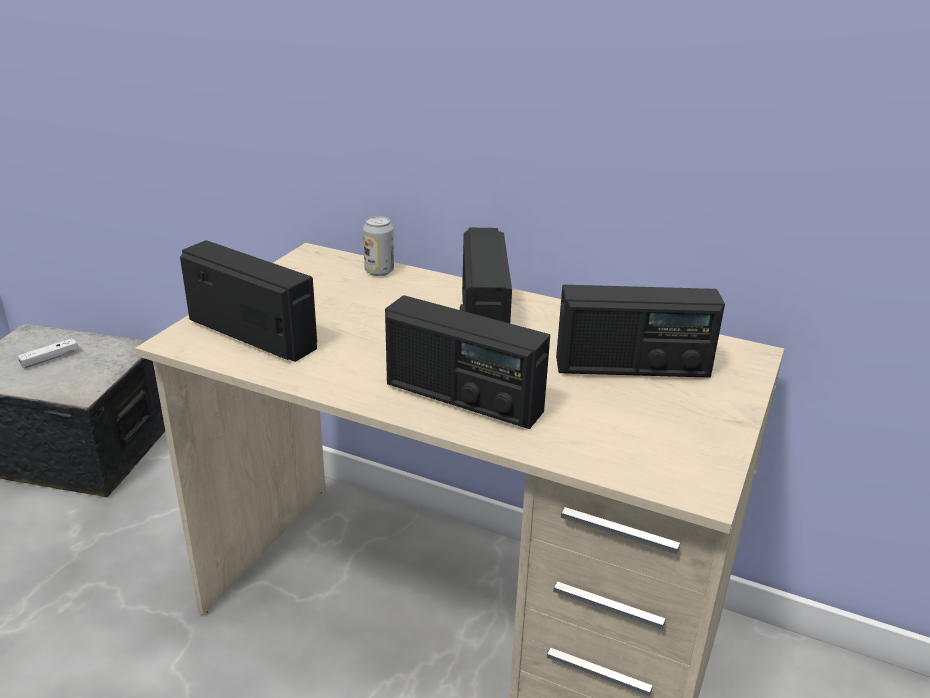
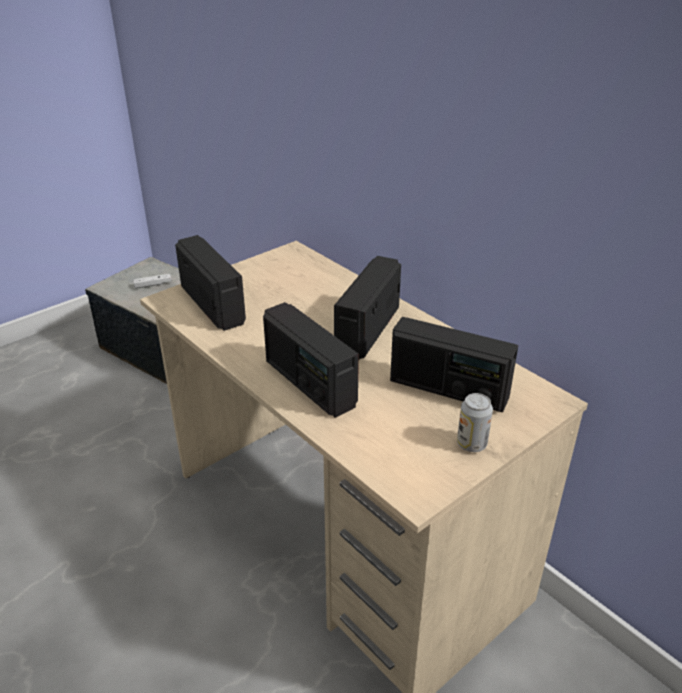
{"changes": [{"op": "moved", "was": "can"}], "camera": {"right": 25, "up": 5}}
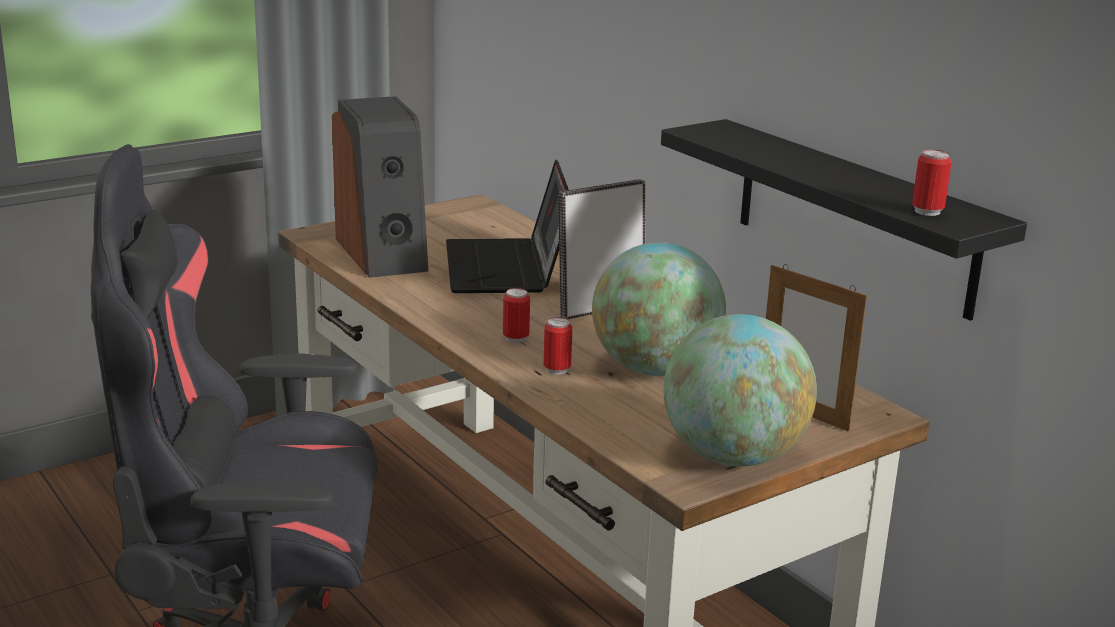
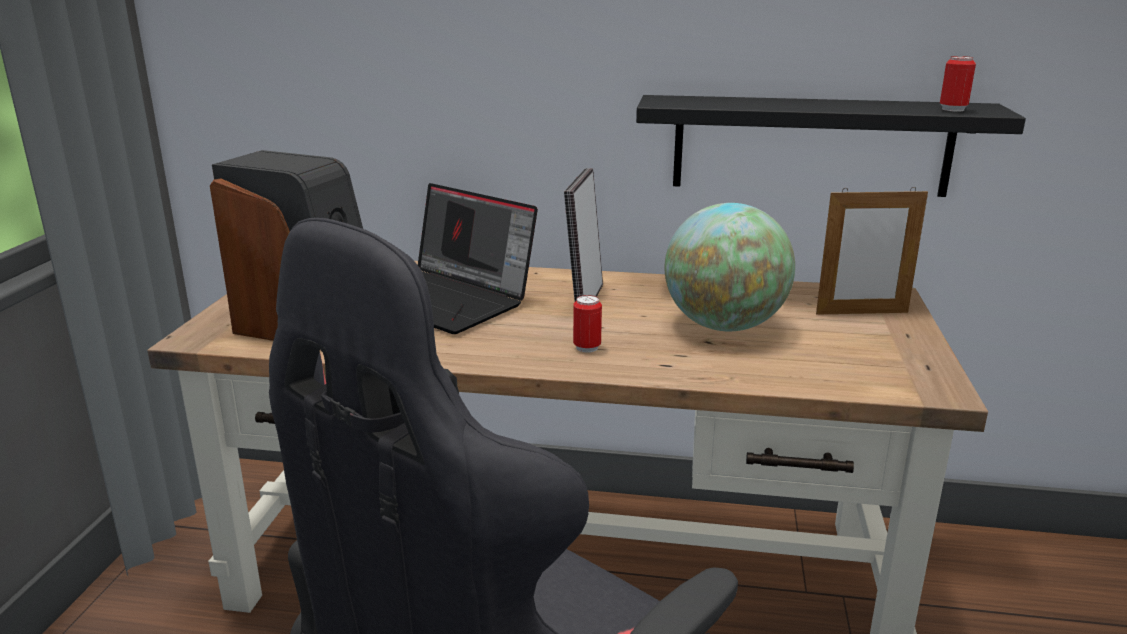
{"changes": [{"op": "removed", "was": "can (2nd from left)"}, {"op": "removed", "was": "globe (2nd from left)"}], "camera": {"right": -45, "up": 0}}
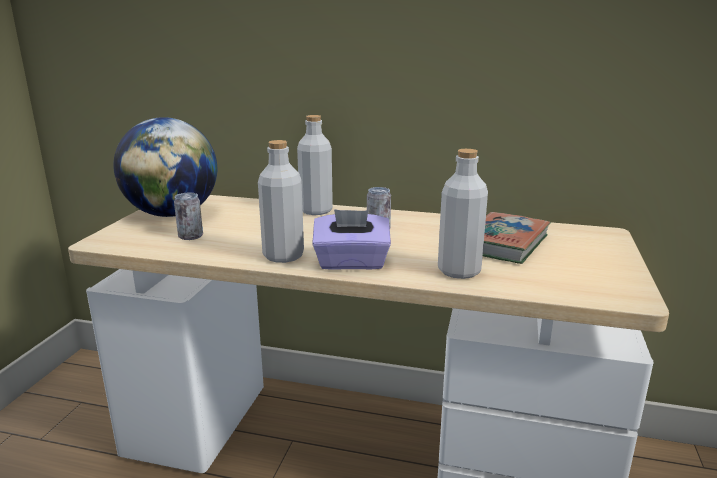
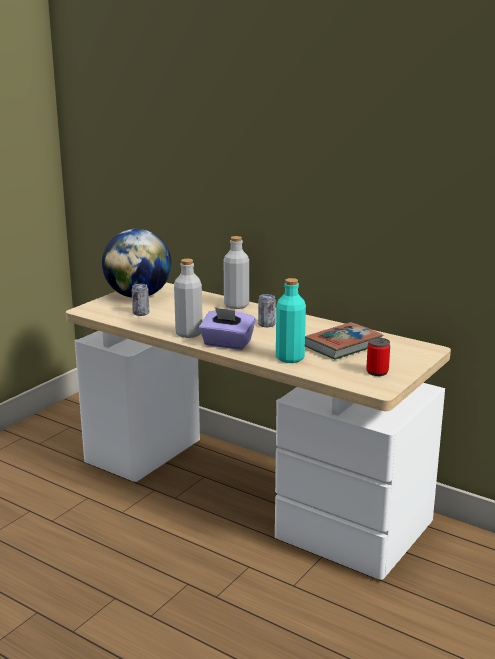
{"changes": [{"op": "added", "now": "can (3rd from left)"}, {"op": "recoloured", "was": "grey bottle (3rd from left)", "now": "turquoise bottle"}], "camera": {"right": 20, "up": 0}}
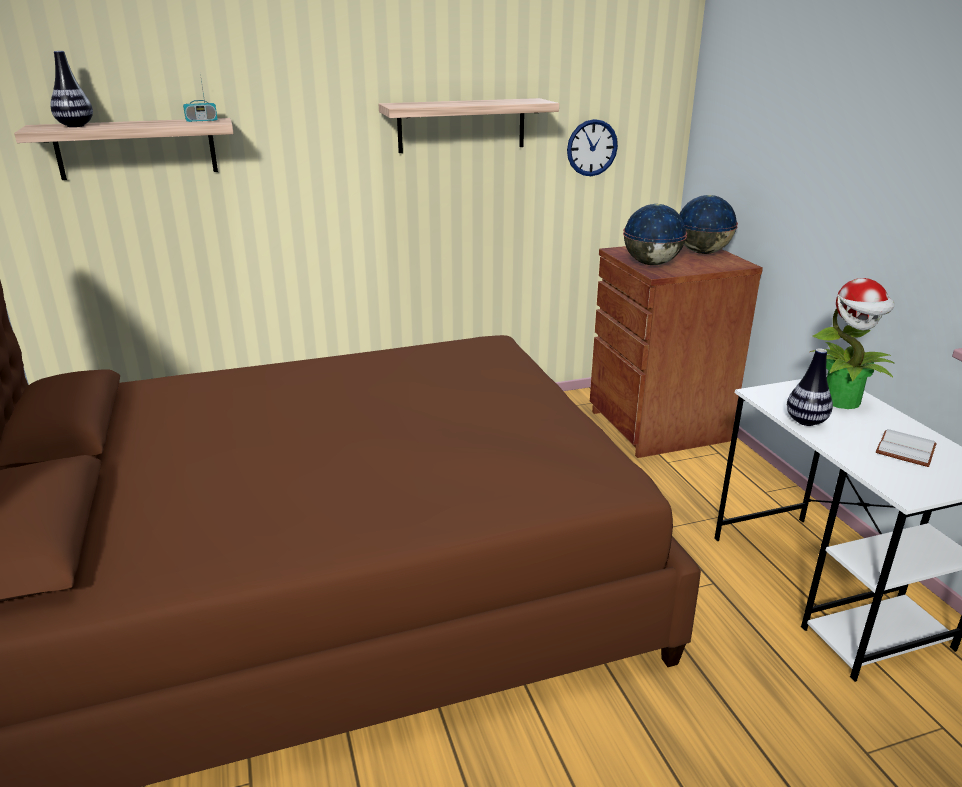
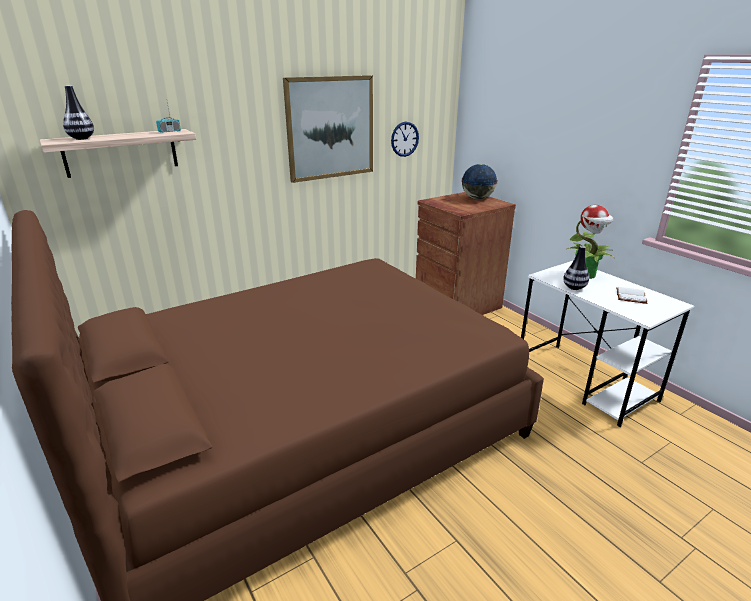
{"changes": [{"op": "removed", "was": "globe (1st from left)"}, {"op": "replaced", "was": "shelf (2nd from left)", "now": "picture"}], "camera": {"right": -15, "up": 0}}
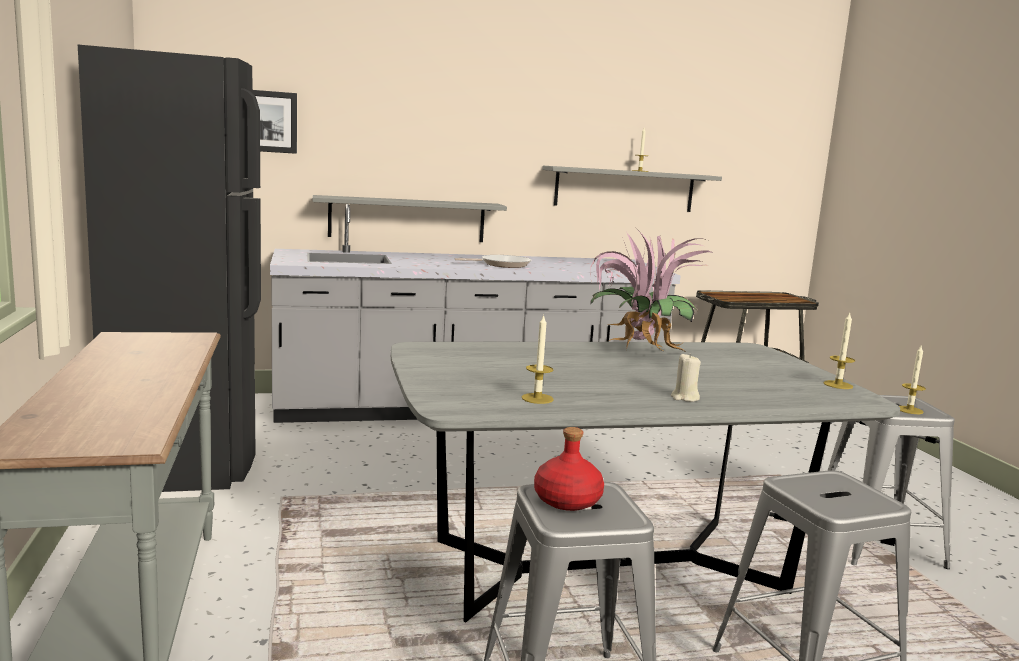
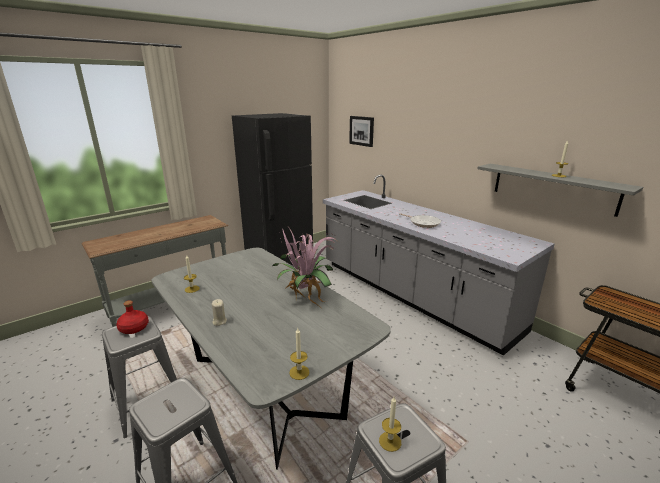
{"changes": [{"op": "removed", "was": "grey shelf (1st from left)"}], "camera": {"right": 65, "up": 10}}
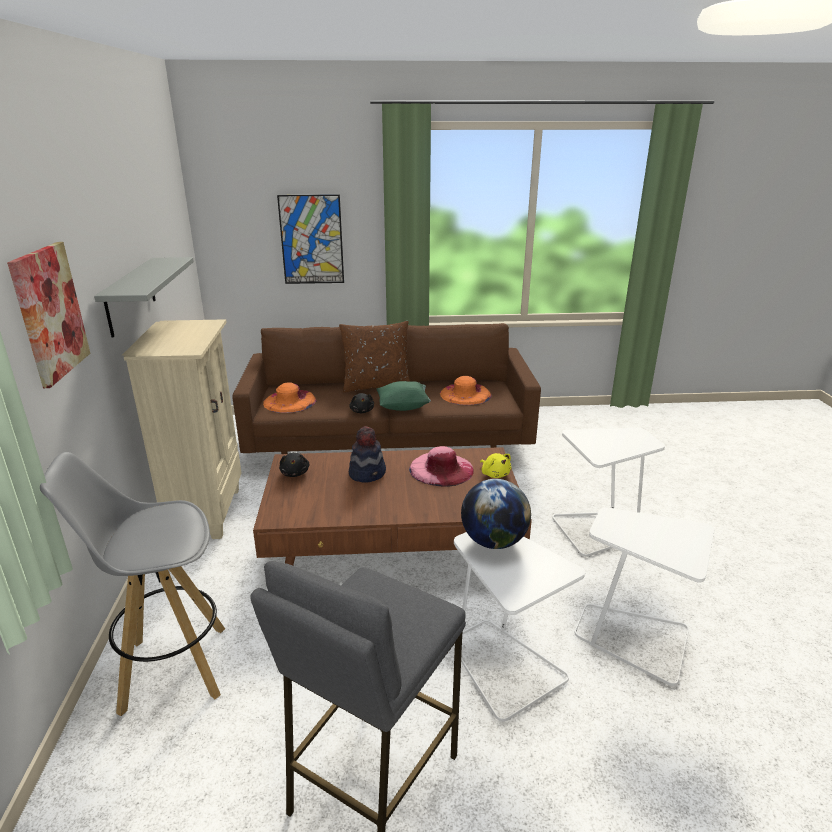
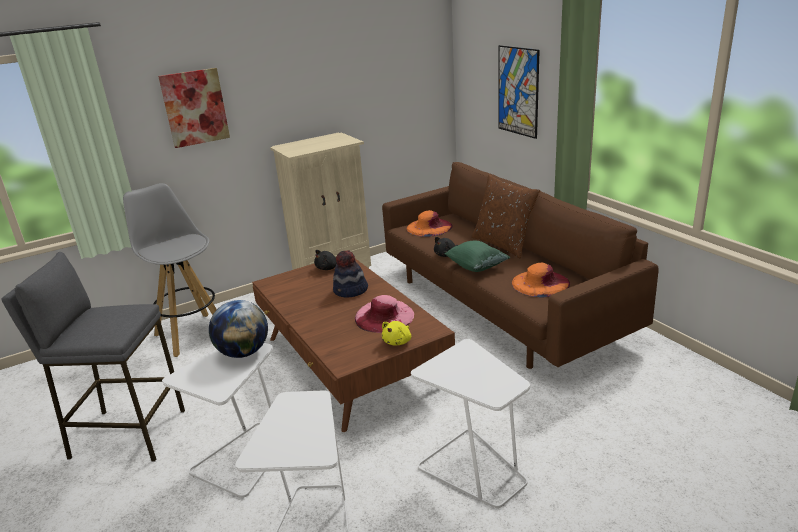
{"changes": [{"op": "removed", "was": "grey shelf"}], "camera": {"right": 65, "up": 0}}
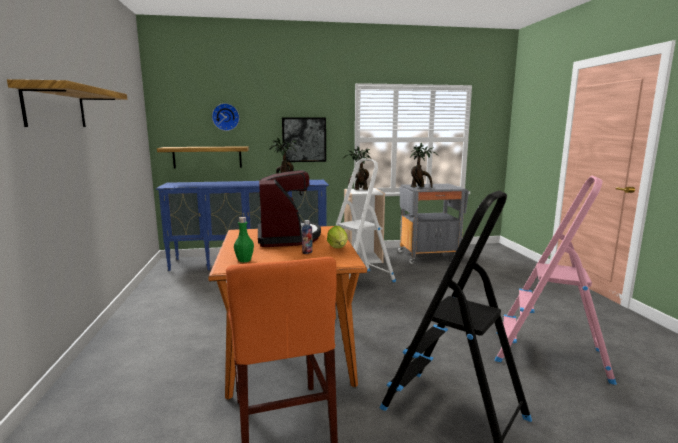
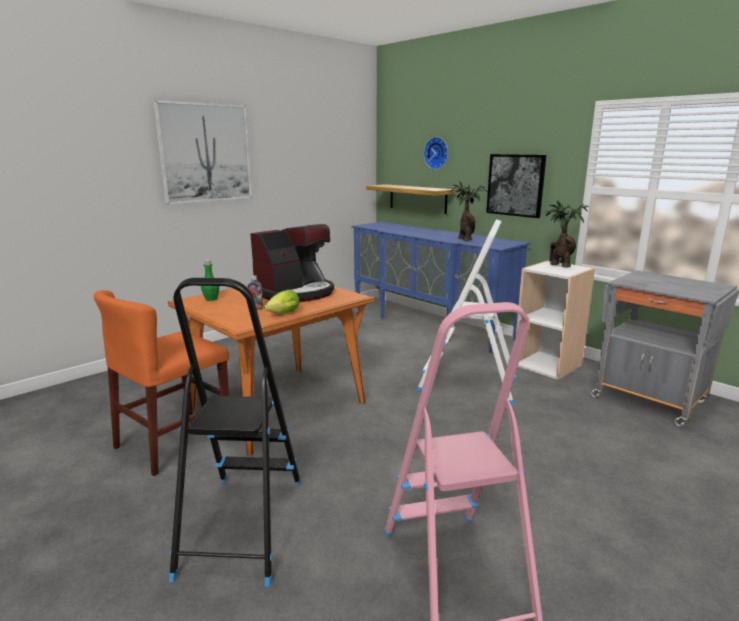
{"changes": [{"op": "removed", "was": "potted plant (3rd from left)"}, {"op": "replaced", "was": "shelf (1st from left)", "now": "picture (1st from left)"}], "camera": {"right": 55, "up": 5}}
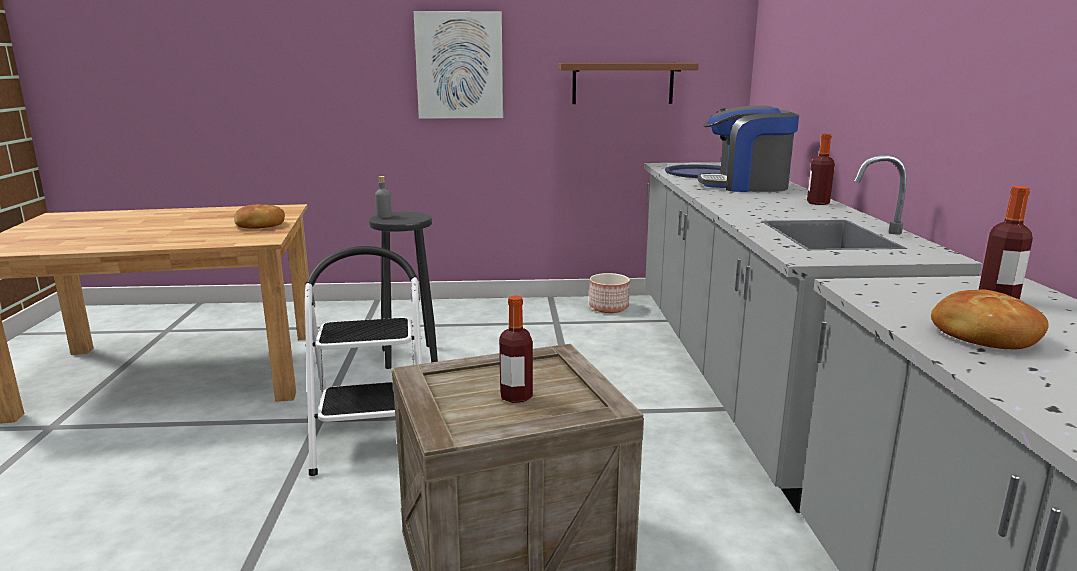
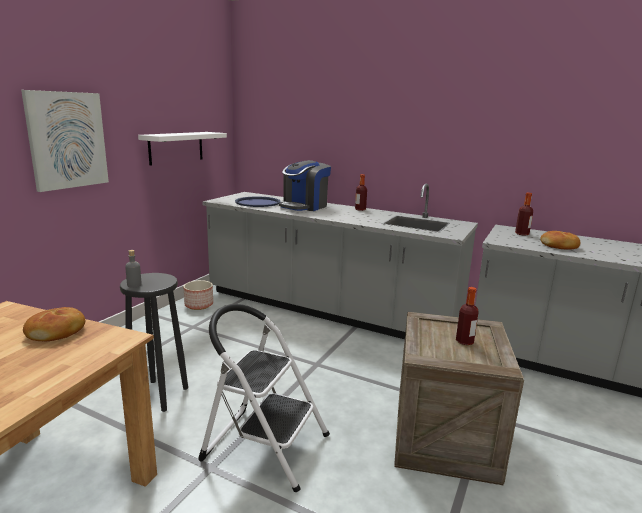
{"changes": [{"op": "recoloured", "was": "brown shelf", "now": "white shelf"}], "camera": {"right": -60, "up": 0}}
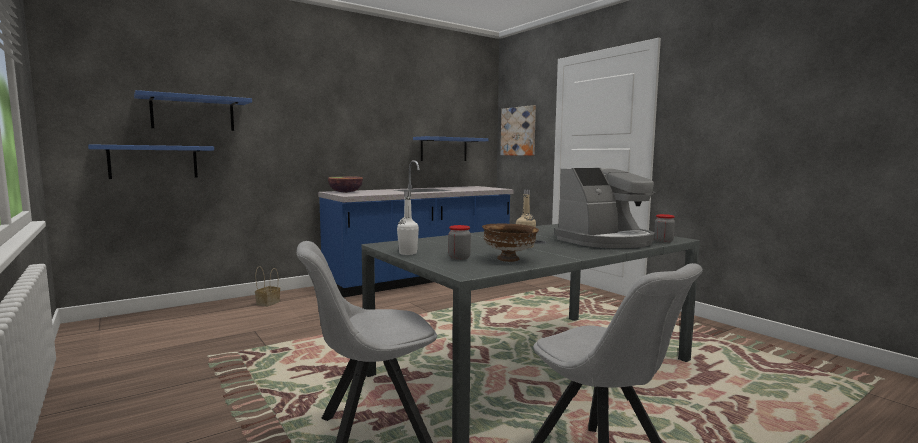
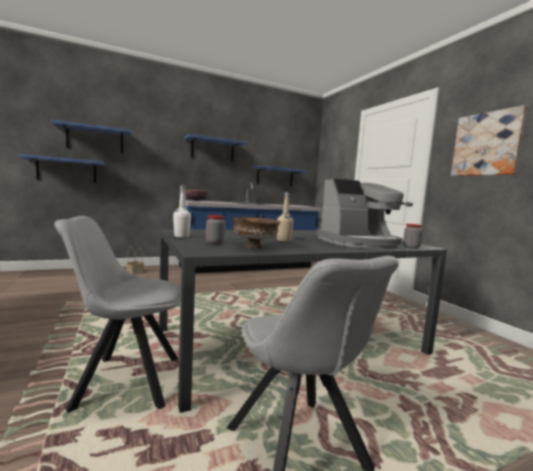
{"changes": [{"op": "added", "now": "blue shelf (3rd from left)"}, {"op": "moved", "was": "picture"}], "camera": {"right": 10, "up": 0}}
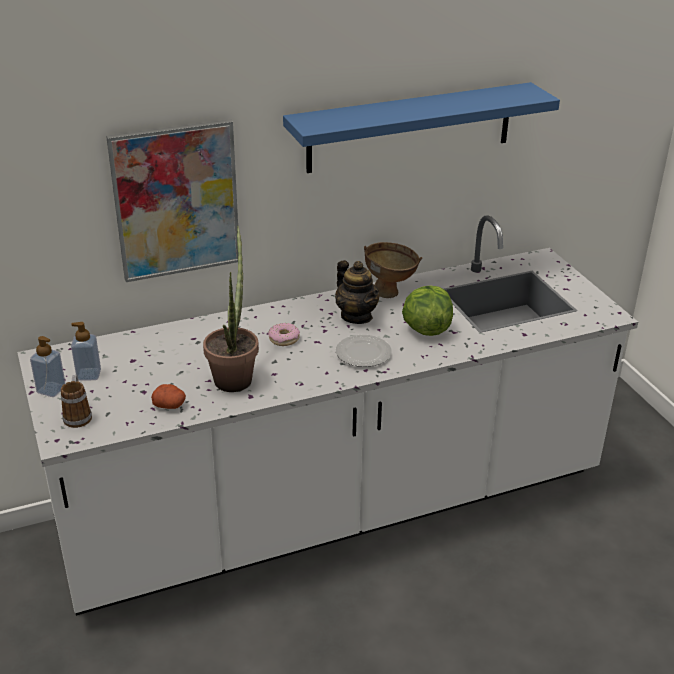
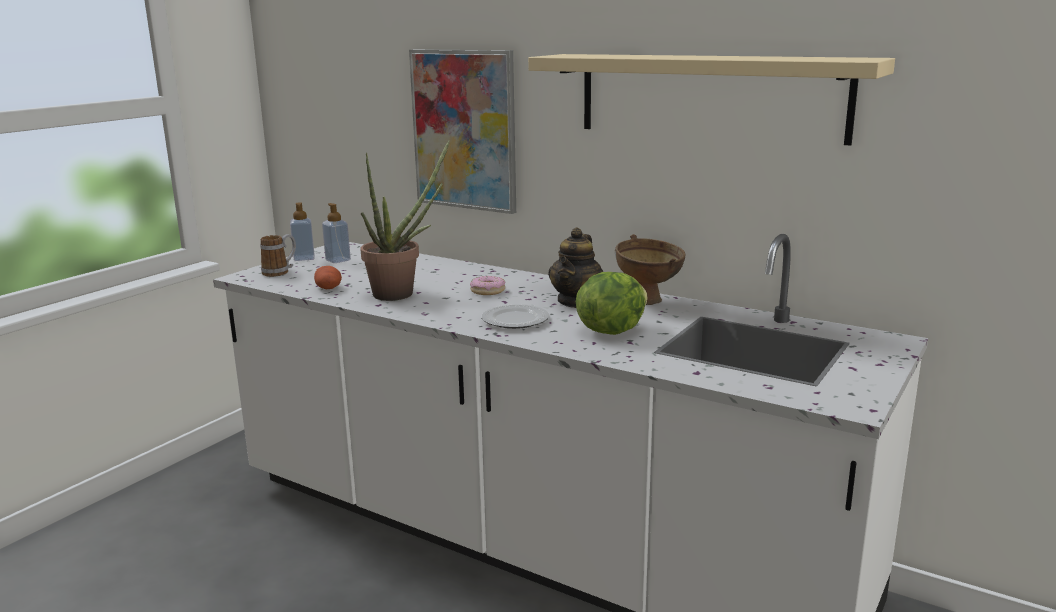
{"changes": [{"op": "recoloured", "was": "blue shelf", "now": "beige shelf"}], "camera": {"right": 55, "up": -15}}
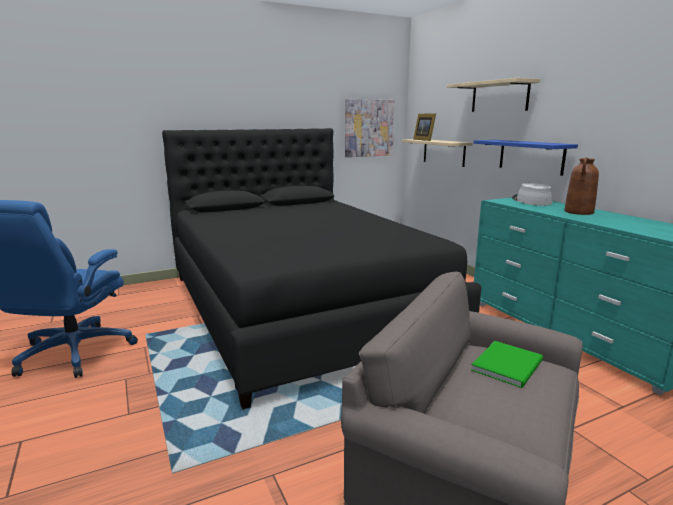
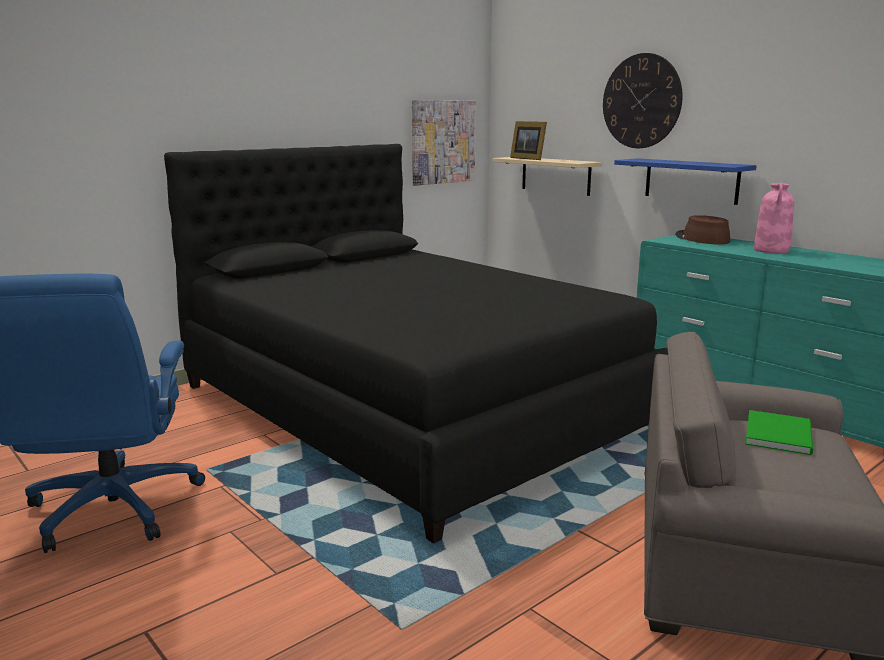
{"changes": [{"op": "replaced", "was": "beige shelf (2nd from left)", "now": "wall clock"}, {"op": "recoloured", "was": "grey hat", "now": "brown hat"}, {"op": "recoloured", "was": "brown vase", "now": "pink vase"}], "camera": {"right": -15, "up": 0}}
